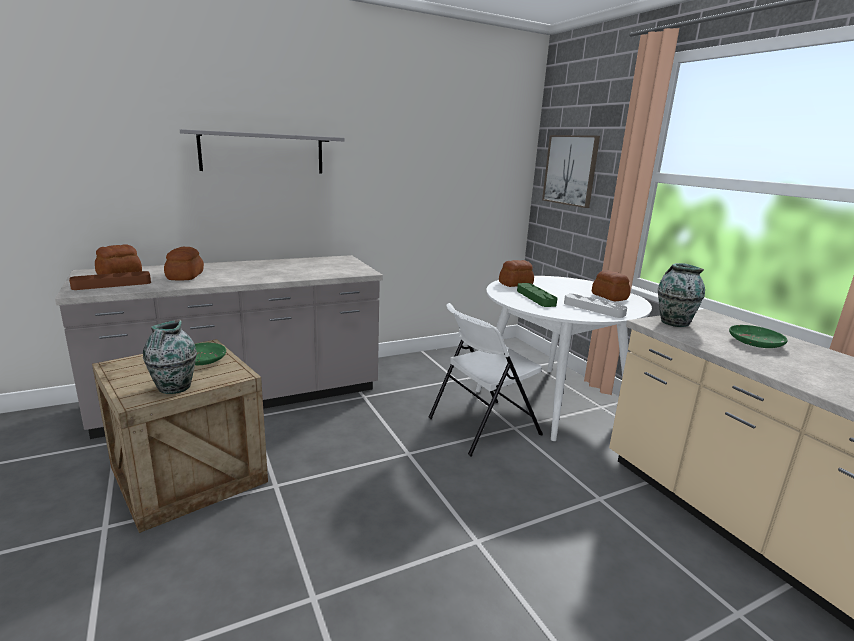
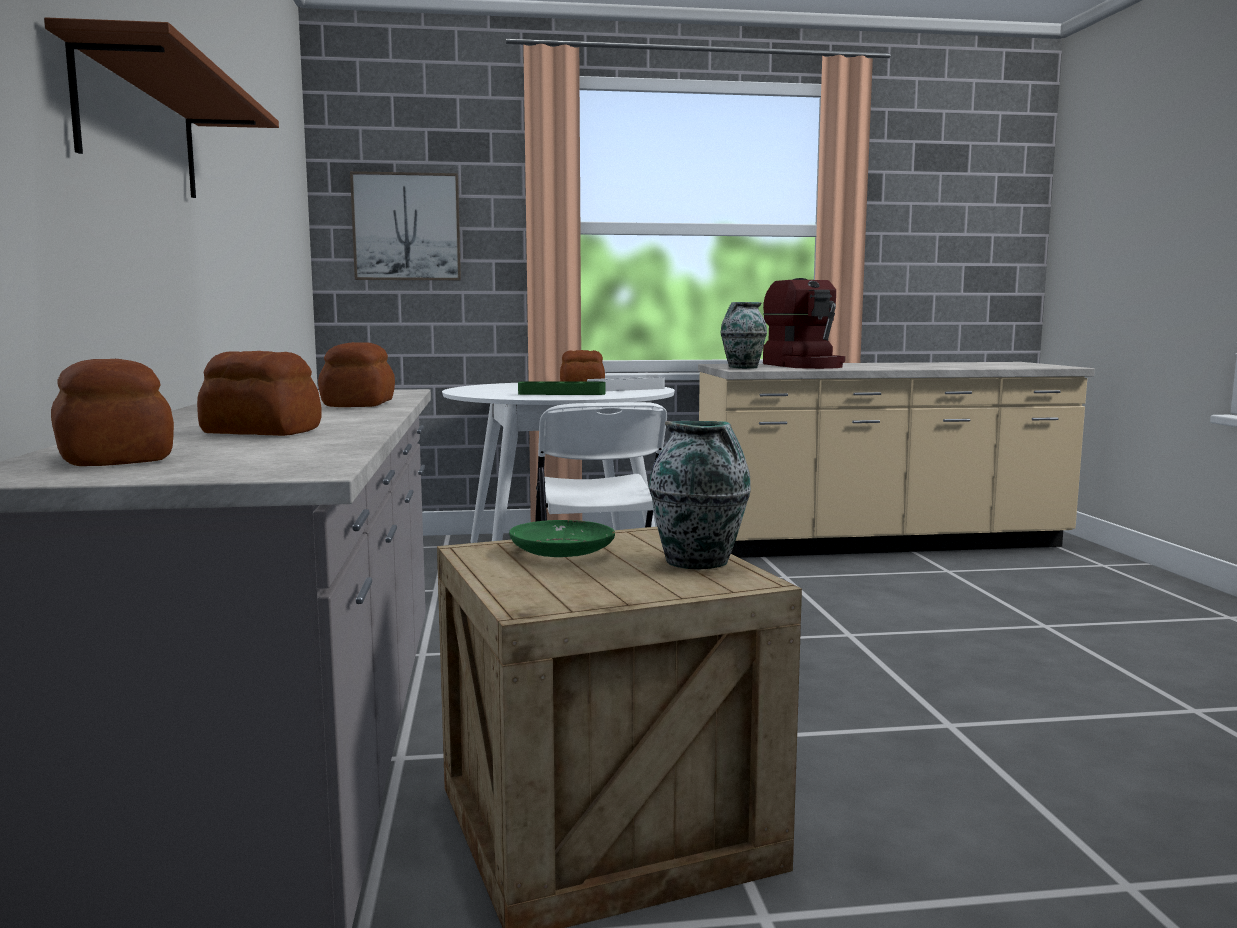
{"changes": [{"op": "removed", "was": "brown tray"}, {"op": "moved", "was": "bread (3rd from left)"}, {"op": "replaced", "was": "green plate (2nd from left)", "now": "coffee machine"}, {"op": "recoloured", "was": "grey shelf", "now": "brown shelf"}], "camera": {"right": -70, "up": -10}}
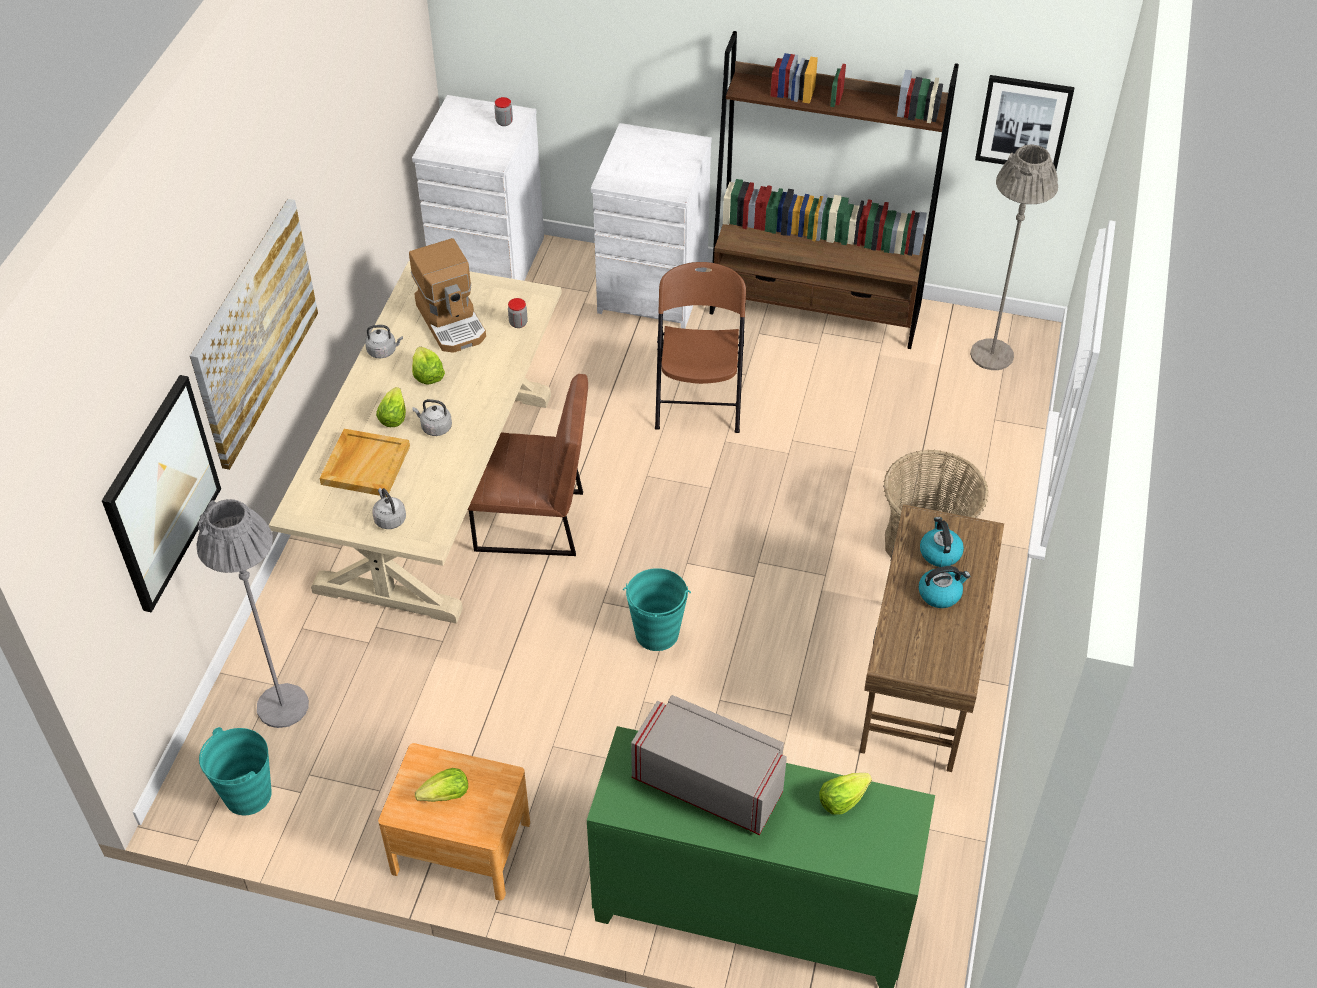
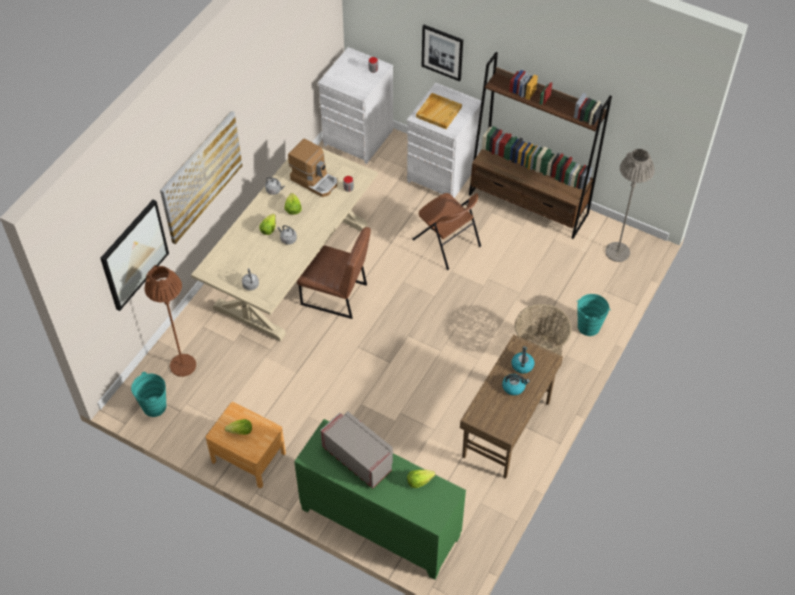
{"changes": [{"op": "moved", "was": "beige tray"}, {"op": "moved", "was": "turquoise bucket (2nd from left)"}, {"op": "moved", "was": "picture (3rd from left)"}, {"op": "recoloured", "was": "grey floor lamp (1st from left)", "now": "brown floor lamp"}, {"op": "turned", "was": "coffee machine", "clockwise": -45}, {"op": "turned", "was": "brown chair (2nd from left)", "clockwise": 120}], "camera": {"right": 15, "up": 5}}
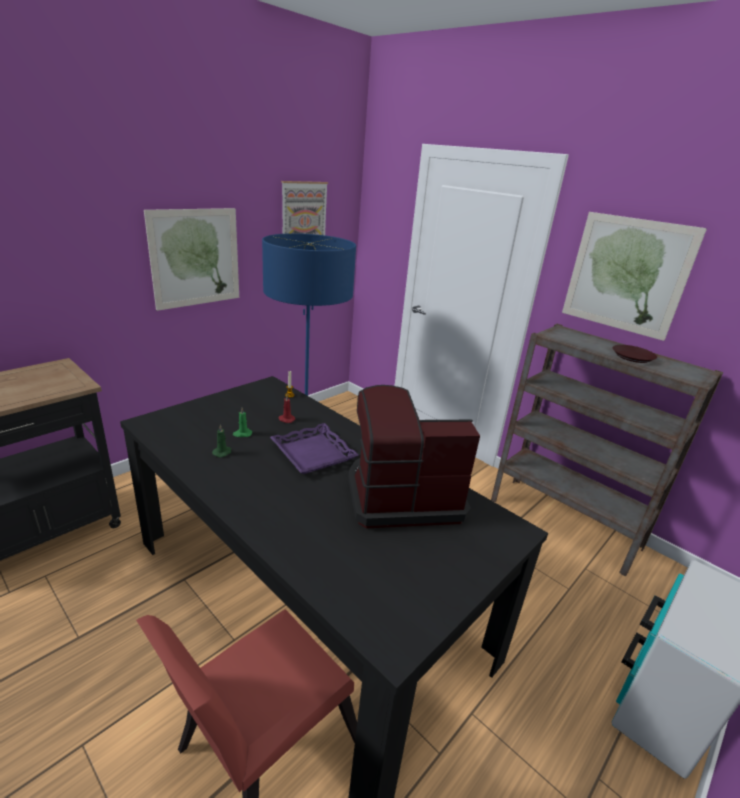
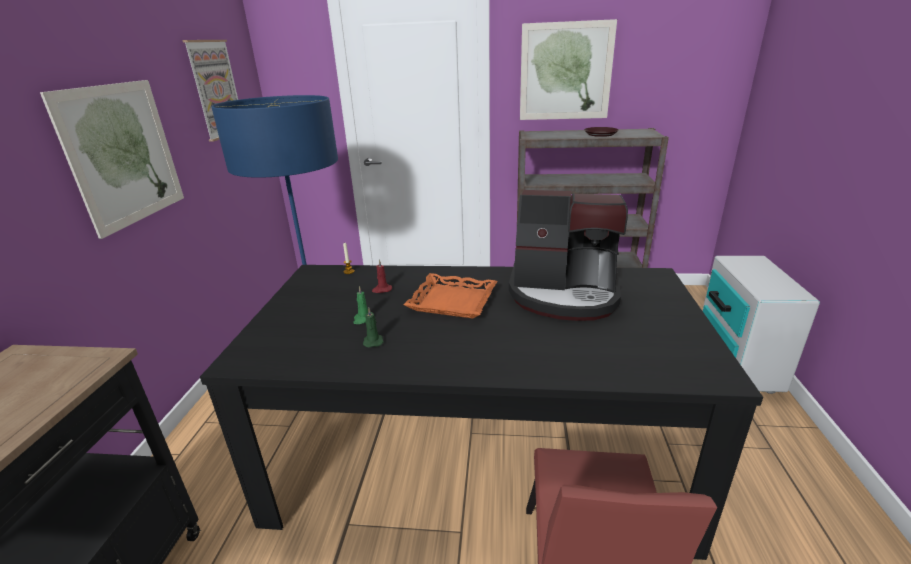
{"changes": [{"op": "recoloured", "was": "purple tray", "now": "orange tray"}, {"op": "turned", "was": "coffee machine", "clockwise": -120}], "camera": {"right": -35, "up": 0}}
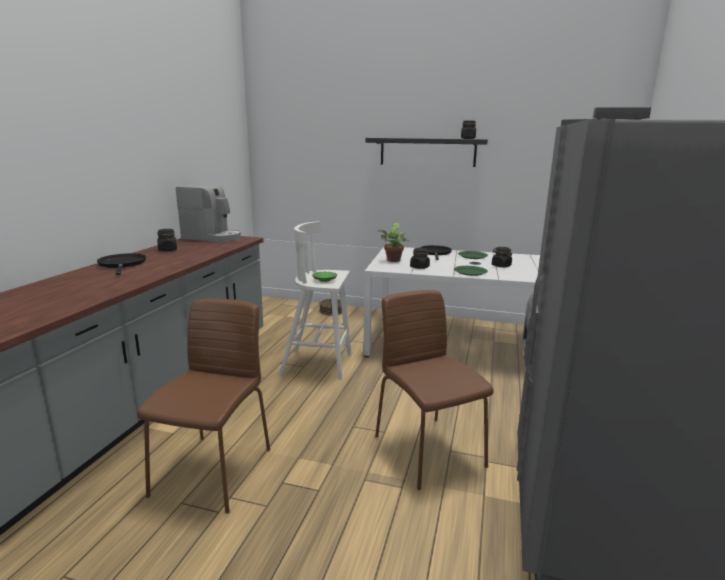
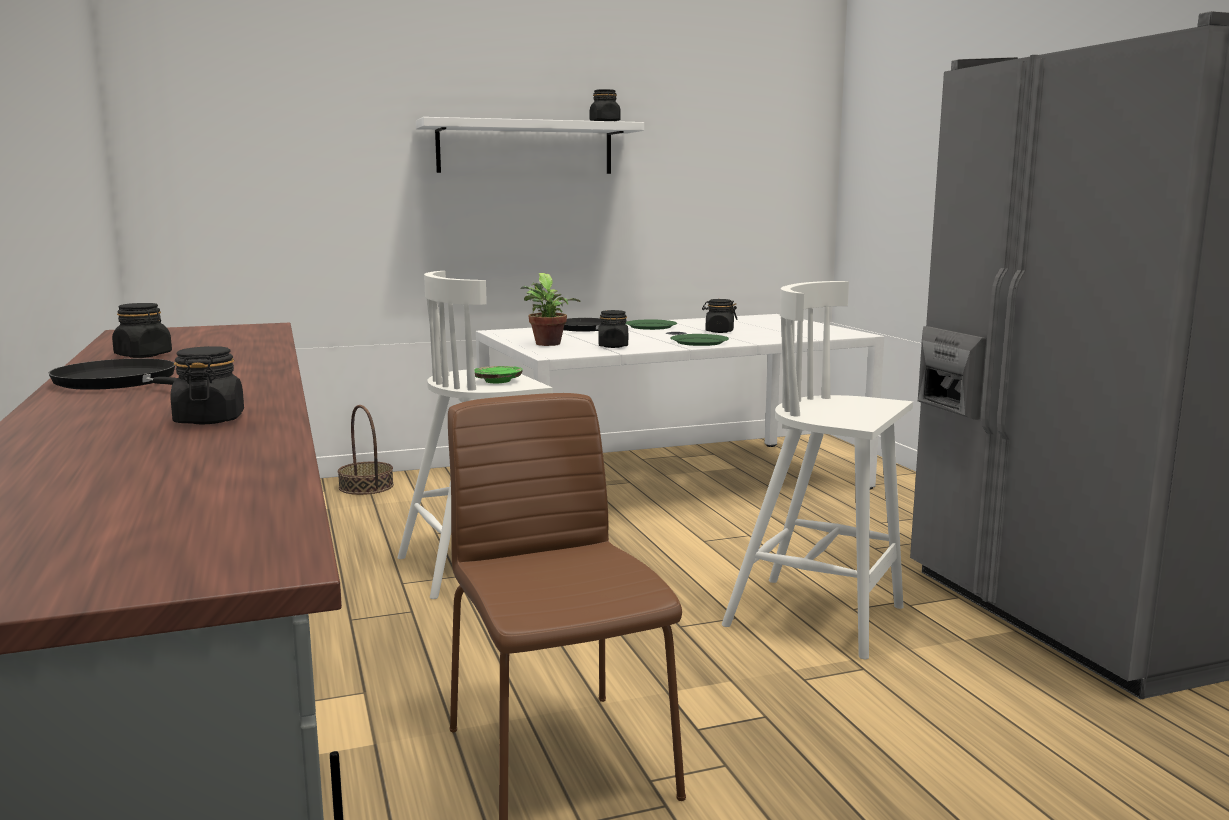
{"changes": [{"op": "removed", "was": "coffee machine"}, {"op": "added", "now": "black jar (2nd from left)"}, {"op": "replaced", "was": "brown chair (2nd from left)", "now": "white stool (2nd from left)"}, {"op": "recoloured", "was": "black shelf", "now": "white shelf"}], "camera": {"right": -35, "up": -5}}
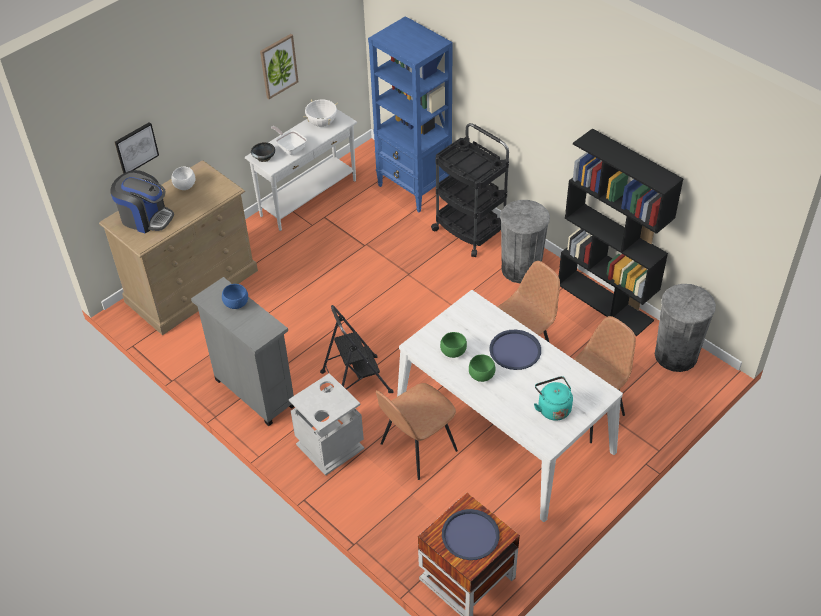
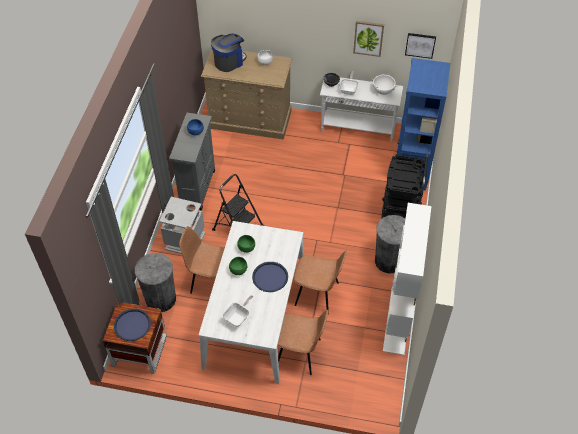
{"changes": [{"op": "moved", "was": "picture (1st from left in the first image)", "now": "picture (2nd from left)"}, {"op": "moved", "was": "grey trash can (3rd from left in the first image)", "now": "grey trash can (1st from left)"}, {"op": "replaced", "was": "turquoise kettle", "now": "frying pan (1st from left)"}, {"op": "recoloured", "was": "black bookcase", "now": "white bookcase"}, {"op": "turned", "was": "coffee machine", "clockwise": -120}], "camera": {"right": 55, "up": 5}}
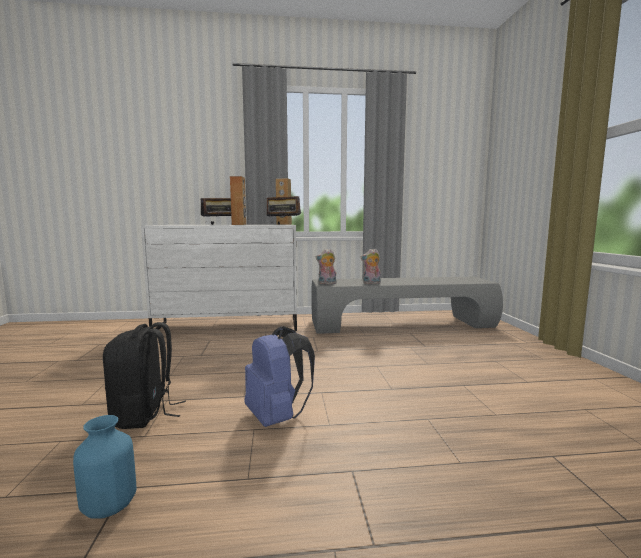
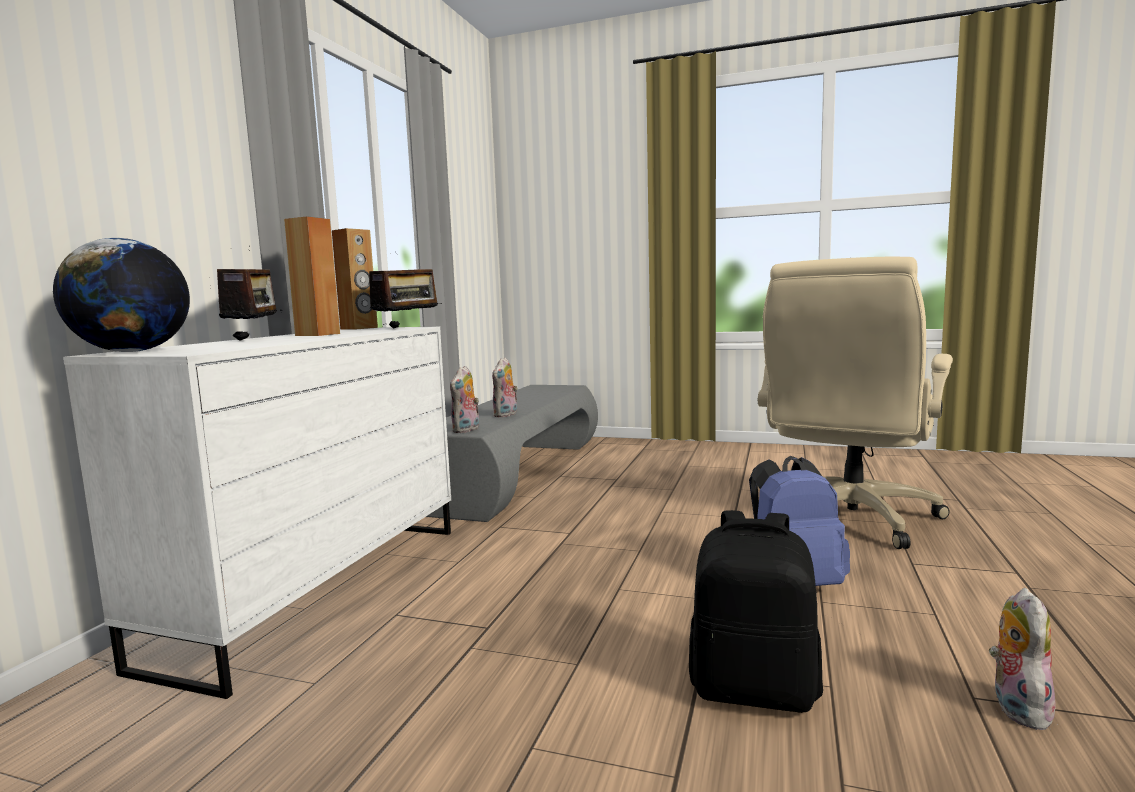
{"changes": [{"op": "added", "now": "globe"}, {"op": "added", "now": "beige office chair"}, {"op": "replaced", "was": "blue vase", "now": "plush toy (3rd from left)"}], "camera": {"right": -65, "up": 0}}
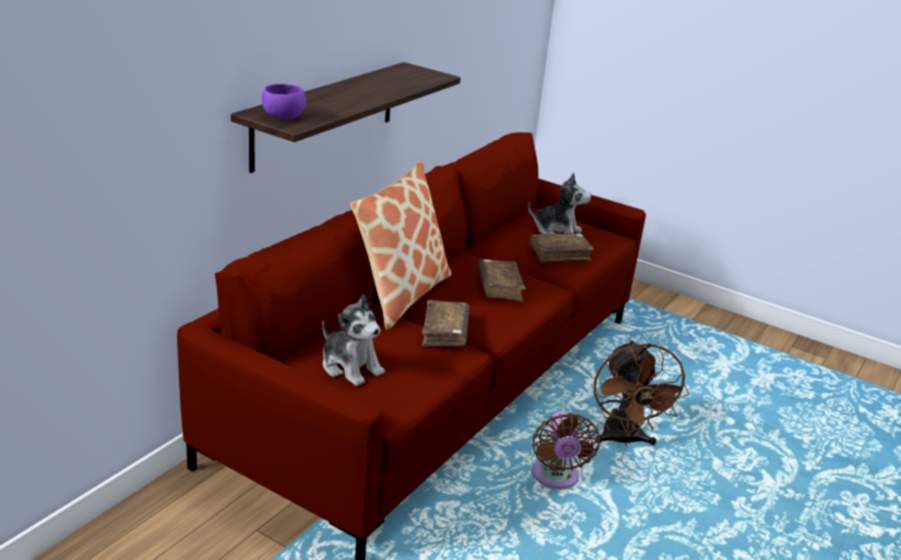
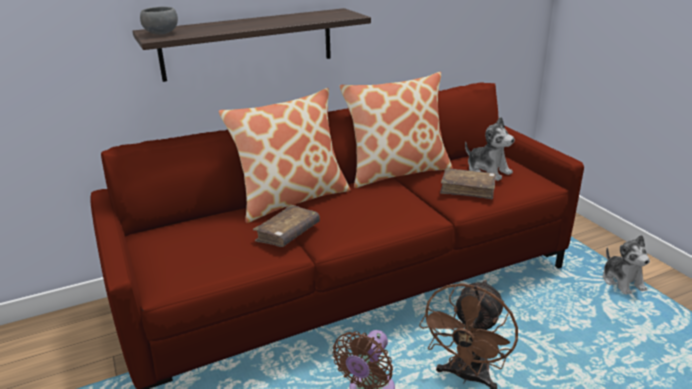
{"changes": [{"op": "removed", "was": "brown book (2nd from left)"}, {"op": "added", "now": "pillow (2nd from left)"}, {"op": "moved", "was": "plush toy (1st from left in the first image)", "now": "plush toy (2nd from left)"}, {"op": "recoloured", "was": "purple bowl", "now": "grey bowl"}], "camera": {"right": 35, "up": 0}}
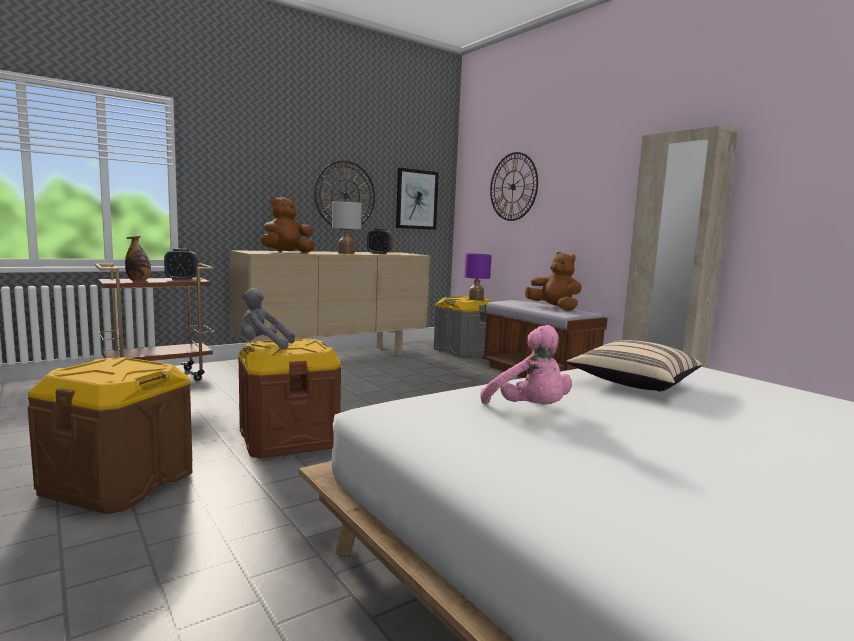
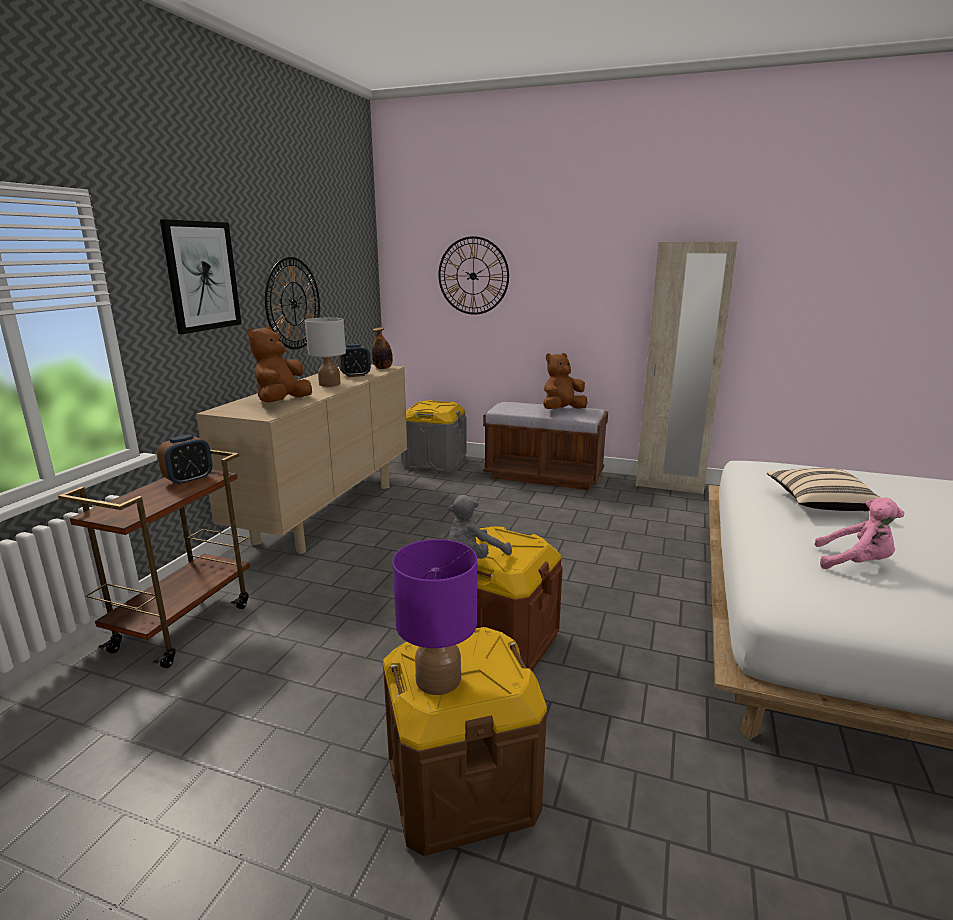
{"changes": [{"op": "moved", "was": "bottle"}, {"op": "moved", "was": "picture"}, {"op": "moved", "was": "purple table lamp"}, {"op": "turned", "was": "brown plush toy (2nd from left)", "clockwise": -45}], "camera": {"right": -35, "up": 10}}
